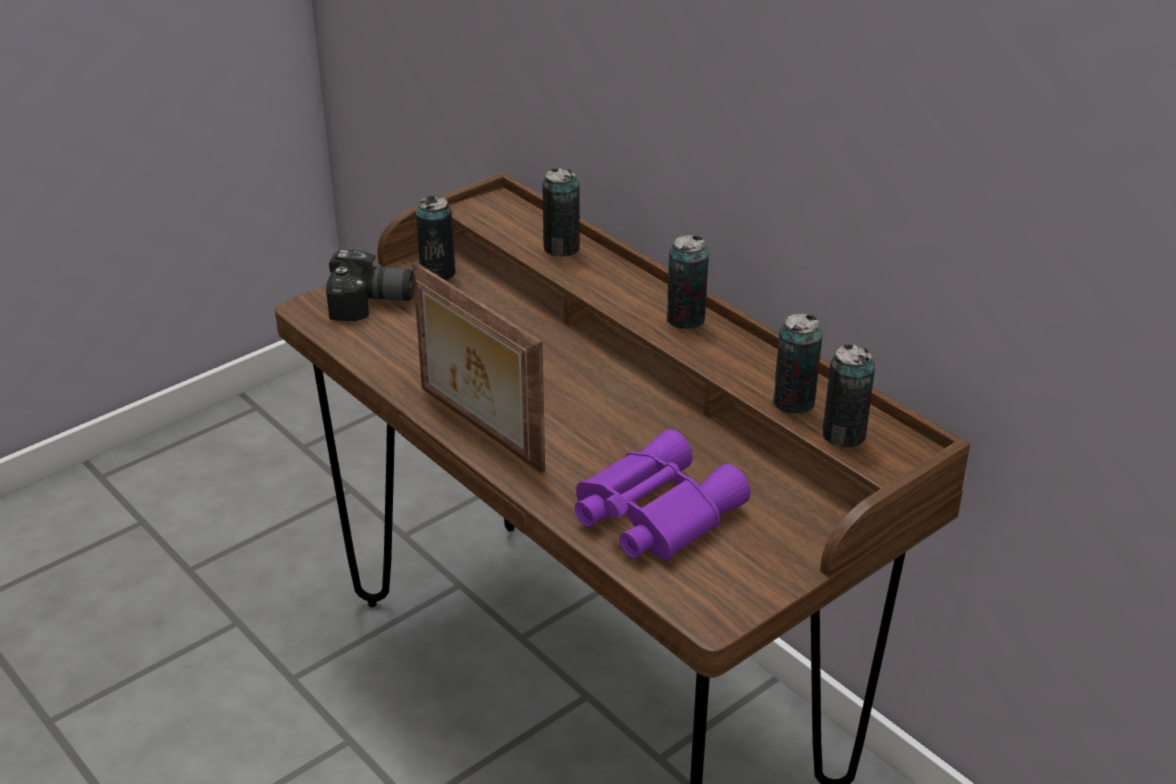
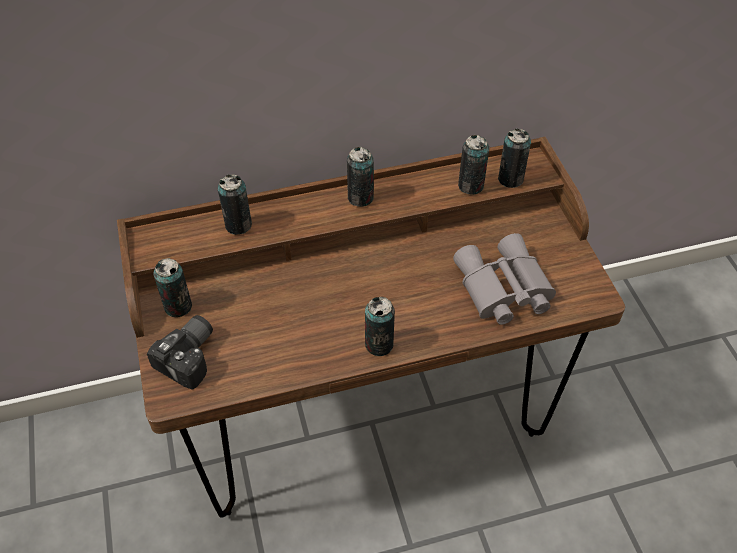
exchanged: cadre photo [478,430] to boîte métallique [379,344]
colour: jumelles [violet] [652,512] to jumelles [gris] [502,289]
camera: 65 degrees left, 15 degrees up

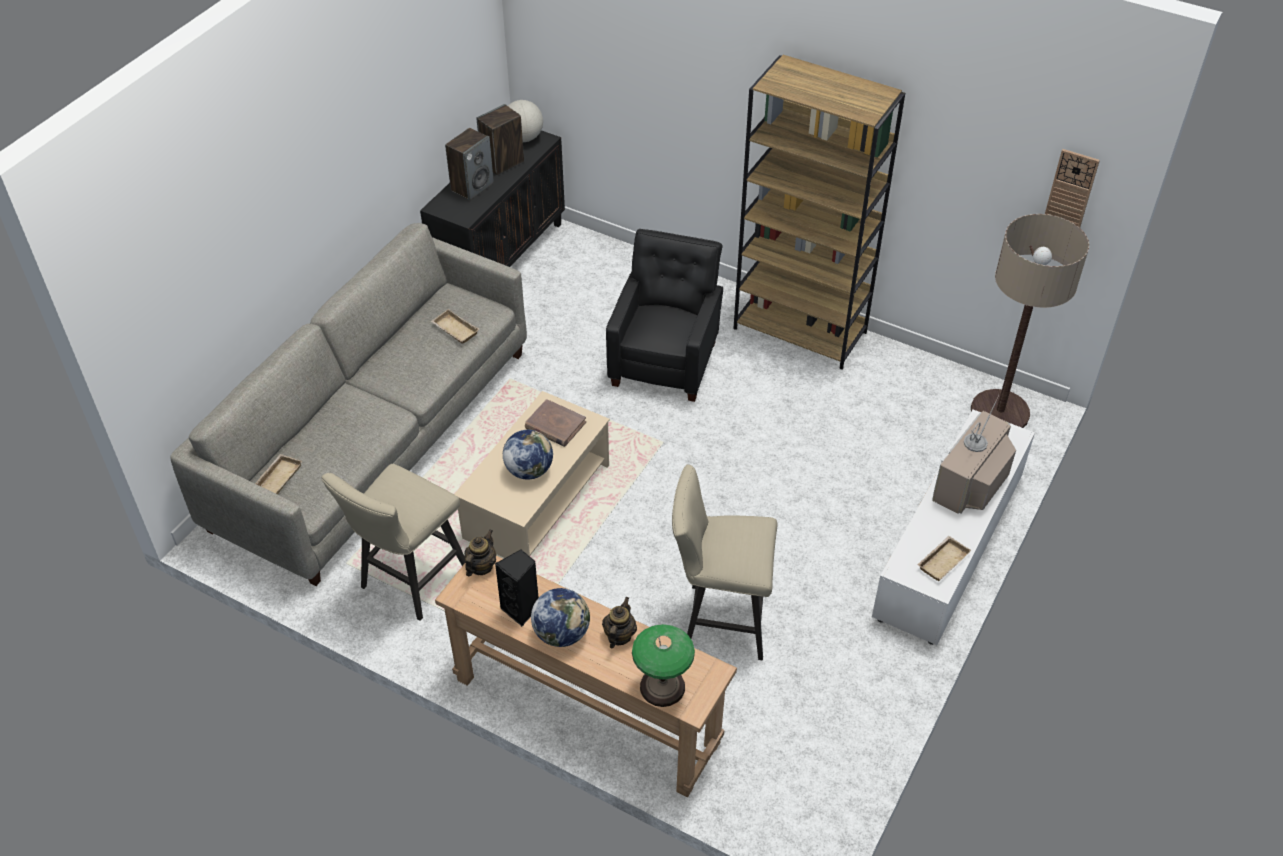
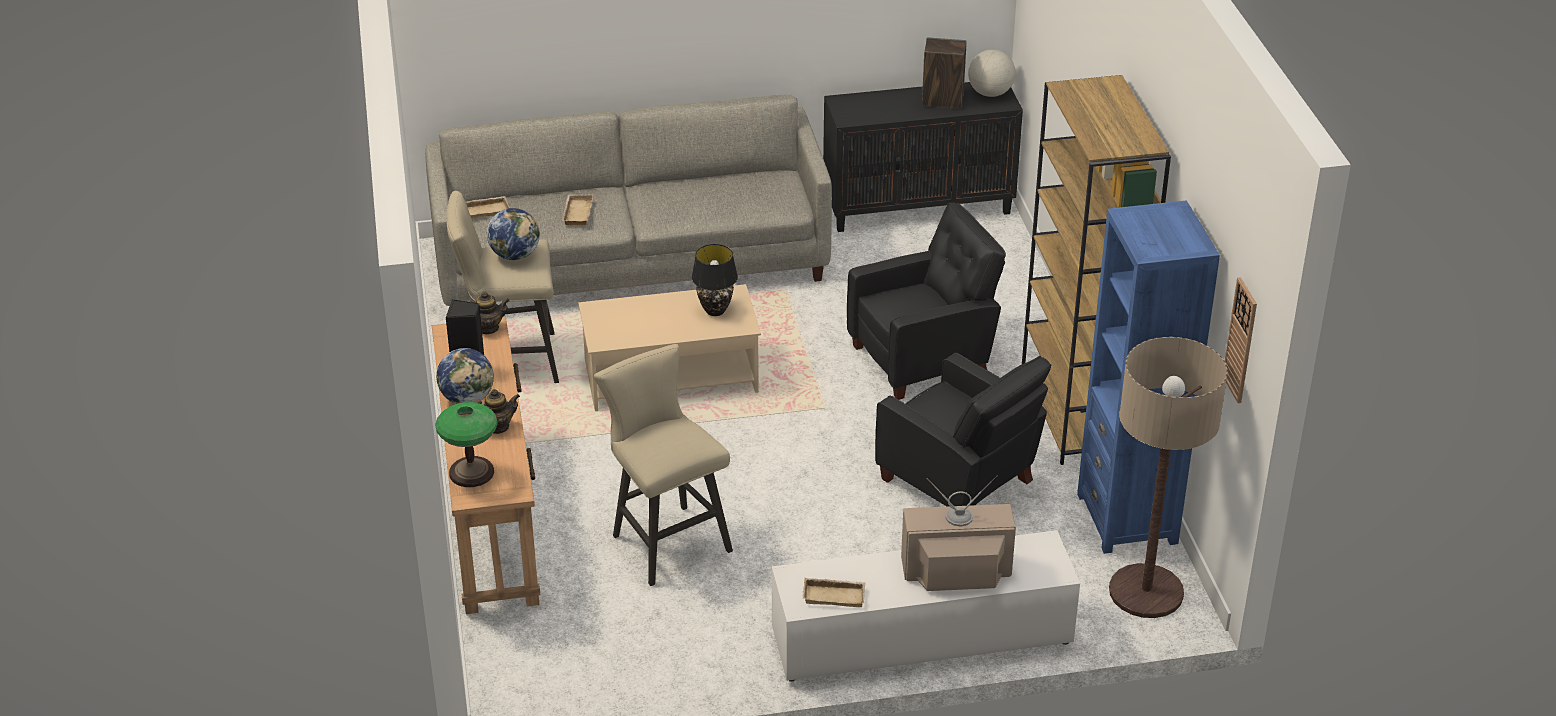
missing: enceinte [472,187]
appeared: fauteuil [noir] [960,482]; bibliothèque [bleu] [1127,519]
relocated: globe [529,470] to [515,255]; plateau [beige] [454,330] to [576,212]
exchanged: livre [marron] [555,425] to lampe de table [noir] [715,310]
camera: 50 degrees right, 10 degrees down

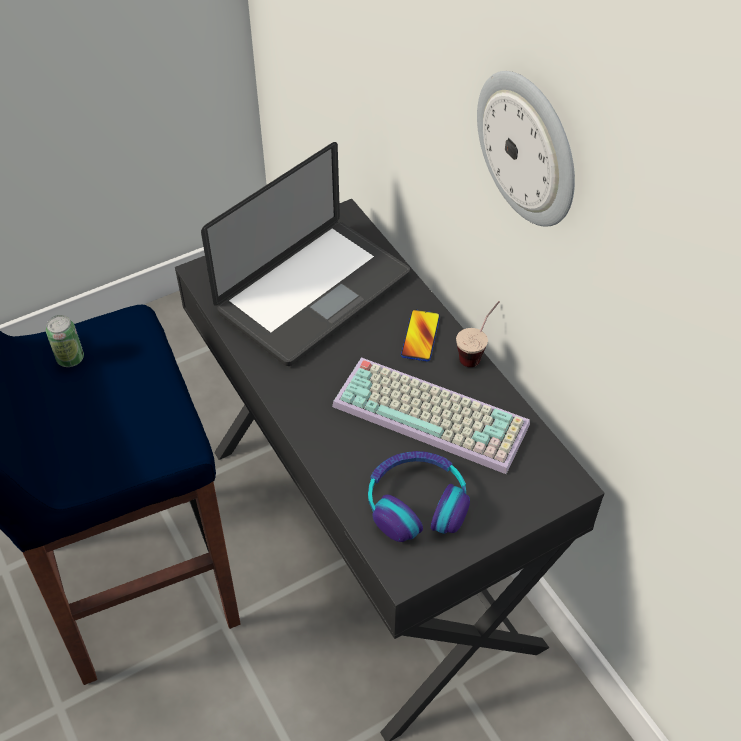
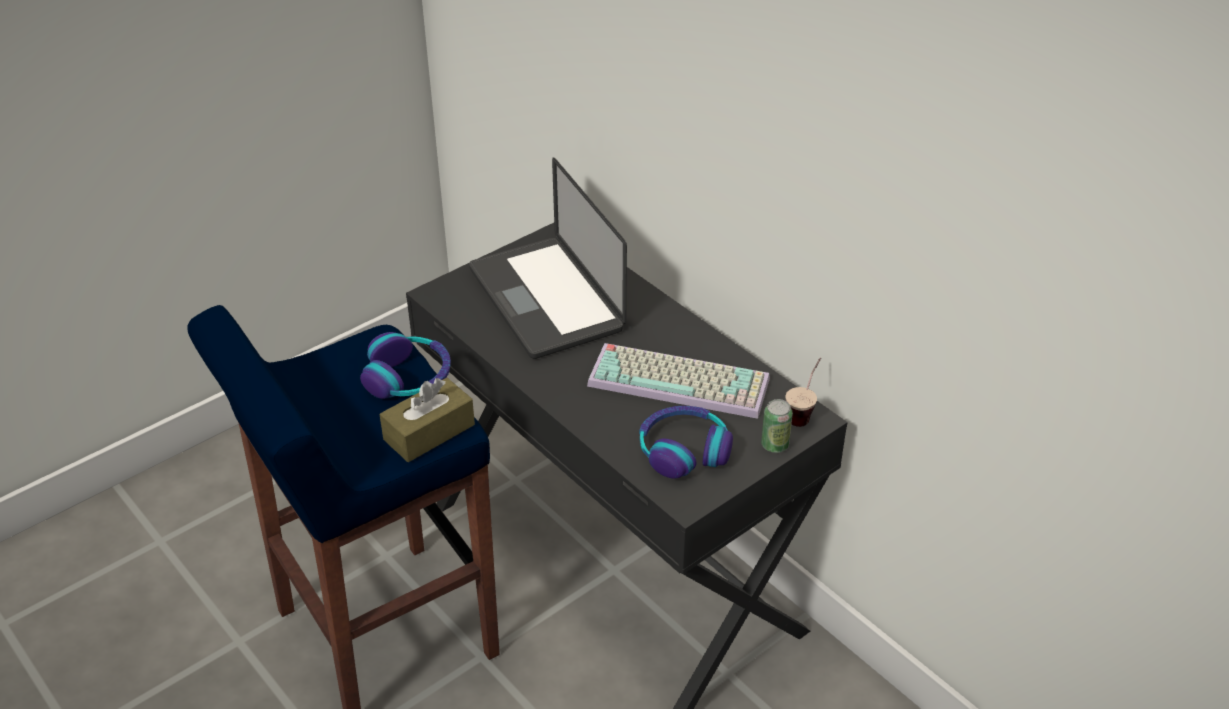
missing: téléphone [420,336]; horloge murale [528,148]
appeared: casque audio [408,377]; boîte à mouchoirs [marron] [429,432]
relocated: boîte métallique [70,358] to [774,445]; tasse [477,352] to [803,412]
spun: ordinateur portable [314,293] = [545,299] 120 degrees clockwise
camera: 10 degrees left, 10 degrees down

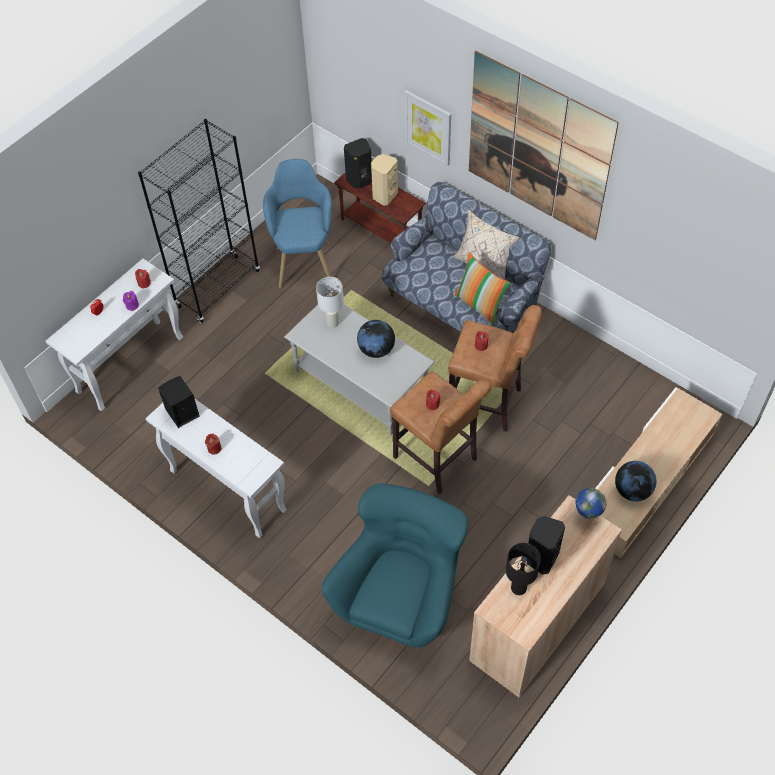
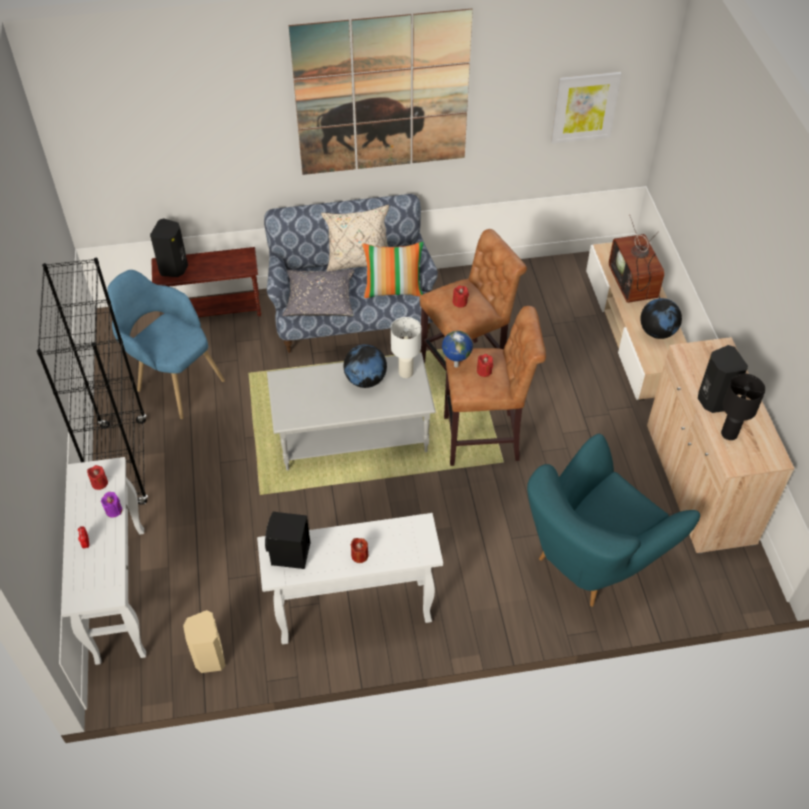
appeared: coussin [gris] [320,300]; téléviseur [635,285]
relocated: enceinte [beige] [384,195] to [209,658]; lampe de table [blanc] [333,322] to [406,372]; globe [586,516] to [455,365]; tableau [428,127] to [584,107]
spun: fauteuil [turquoise] [401,597] = [593,558] 105 degrees counterclockwise
camera: 50 degrees left, 5 degrees down

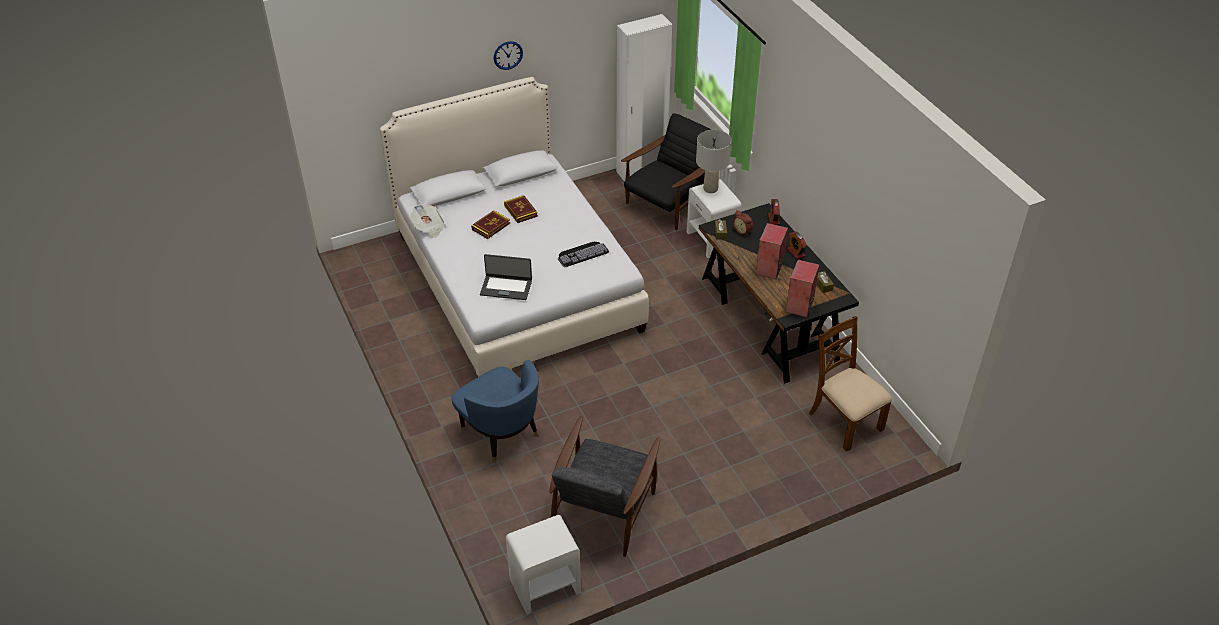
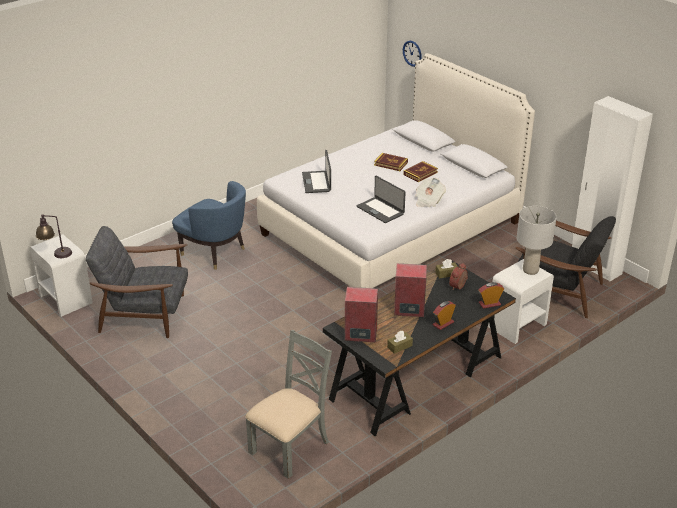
appeared: lampe de table [56,255]
relocated: horloge murale [508,55] to [412,53]; journal [429,228] to [428,200]
exchanged: clavier [582,253] to ordinateur portable [380,210]
colour: chaise [marron] [844,421] to chaise [gris] [290,447]
spun: fauteuil [bleu] [501,433] = [214,252] 90 degrees counterclockwise
camera: 75 degrees right, 10 degrees down

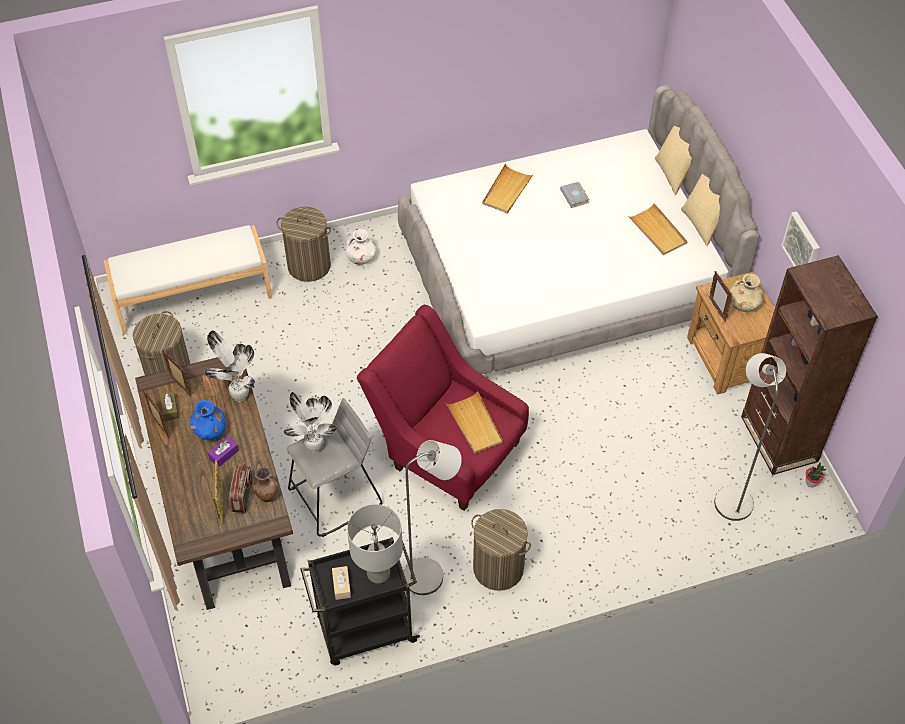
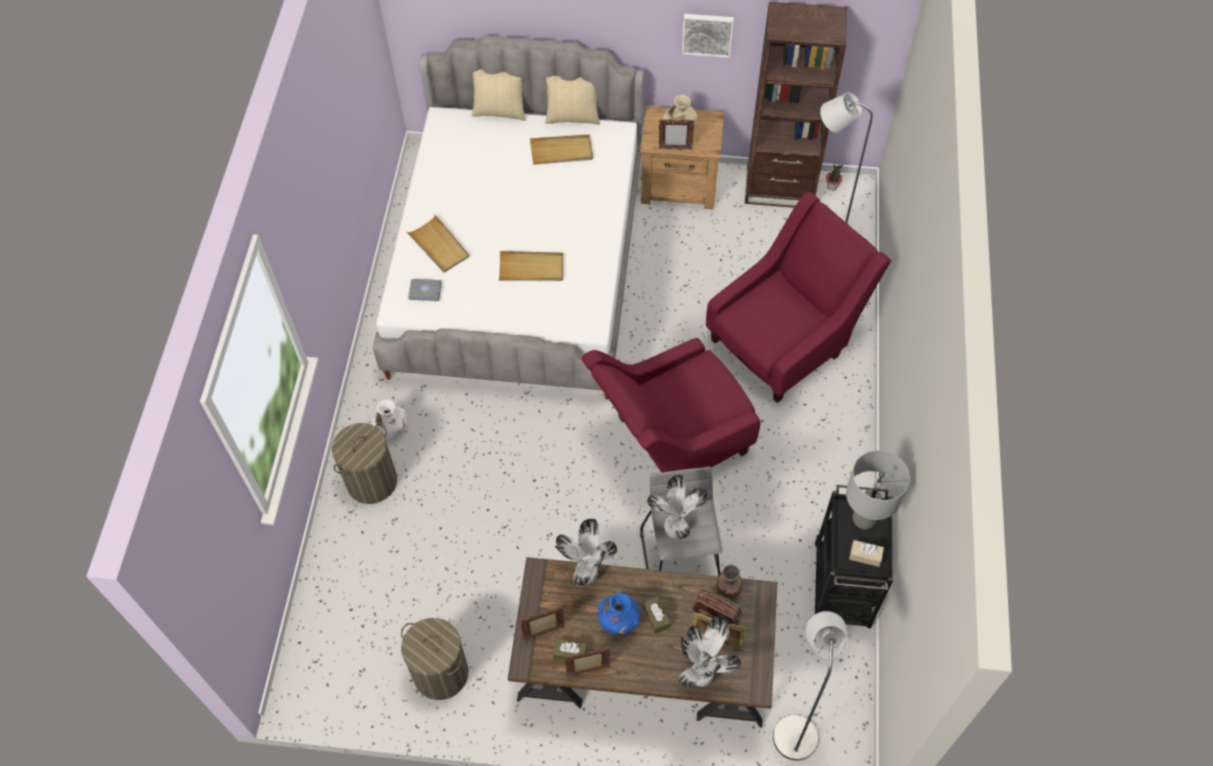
missing: banc [blanc] [193,296]; panier à linge [498,568]
appeared: plante en pot [702,676]; fauteuil [rouge] [783,341]
relocated: livre [gris] [575,196] to [426,291]; plateau [beige] [475,424] to [531,268]; lampadaire [gris] [431,574] to [795,728]
colour: boîte à mouchoirs [violet] [224,454] to boîte à mouchoirs [marron] [656,617]
camera: 65 degrees left, 5 degrees up

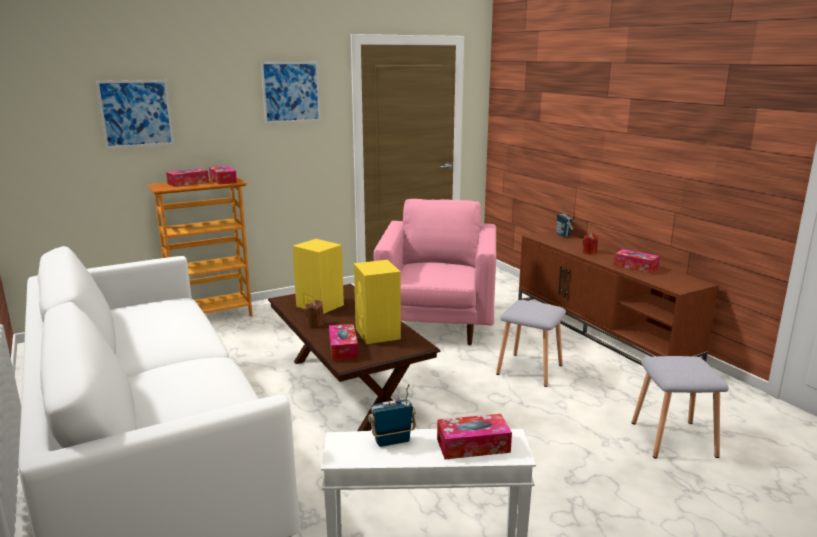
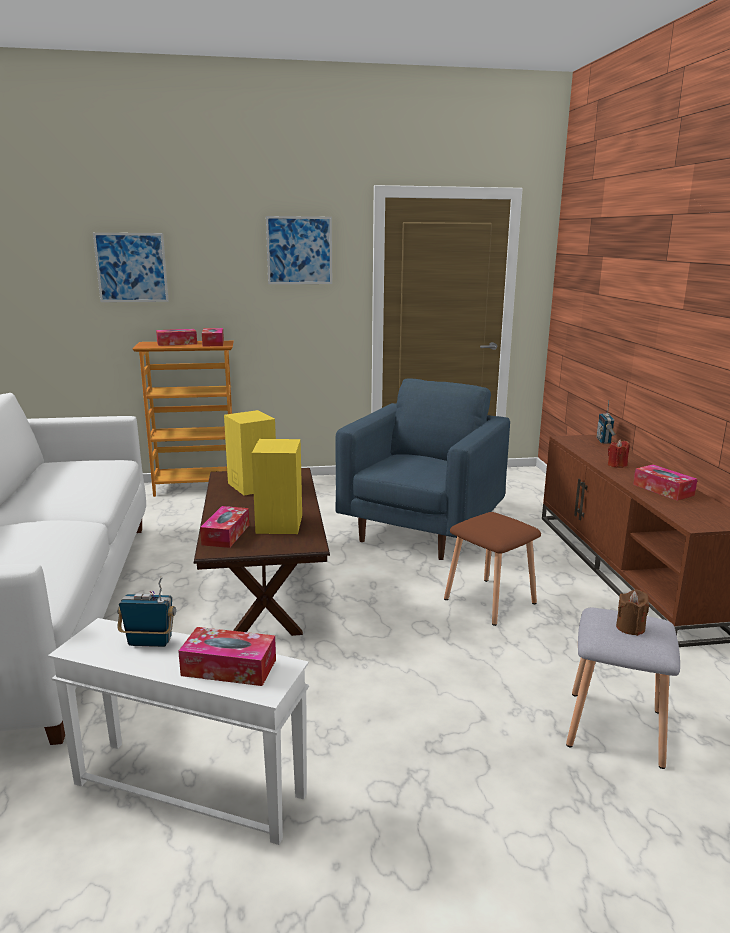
relocated: bougie [marron] [315,324] to [630,628]
colour: fauteuil [rose] [437,324] to fauteuil [bleu] [421,531]; tabouret [gris] [530,369] to tabouret [marron] [491,601]
camera: 20 degrees right, 0 degrees up

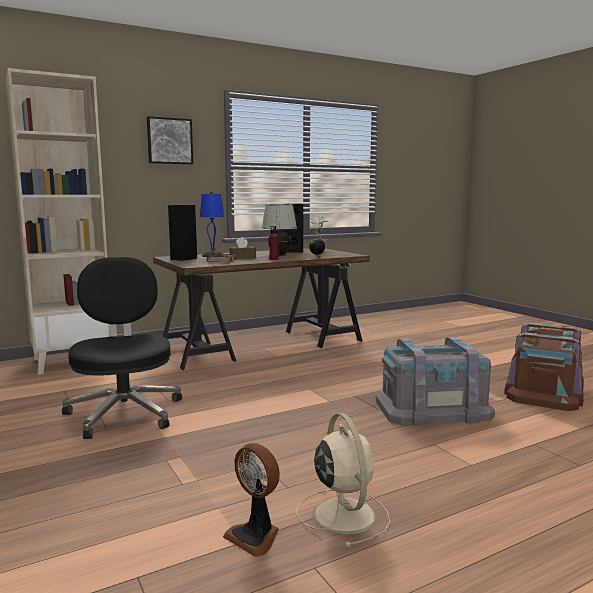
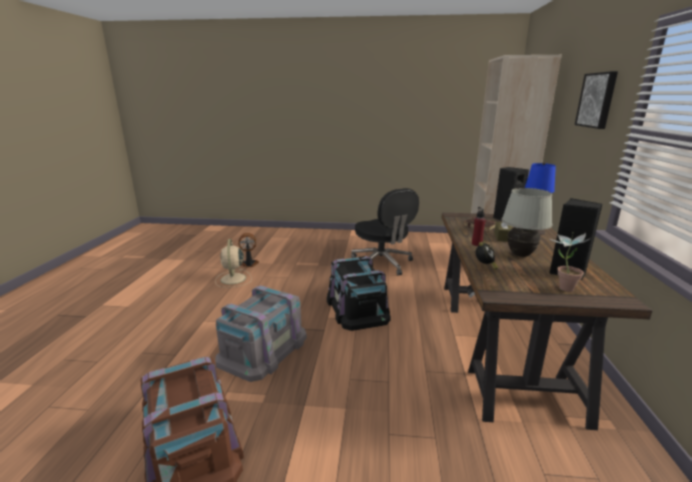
appeared: boîte de rangement [noir] [357,308]
spun: ventilateur [beige] [343,513] = [233,279] 60 degrees clockwise; chaise de bureau [noir] [125,412] = [382,263] 45 degrees clockwise
camera: 125 degrees right, 10 degrees up

